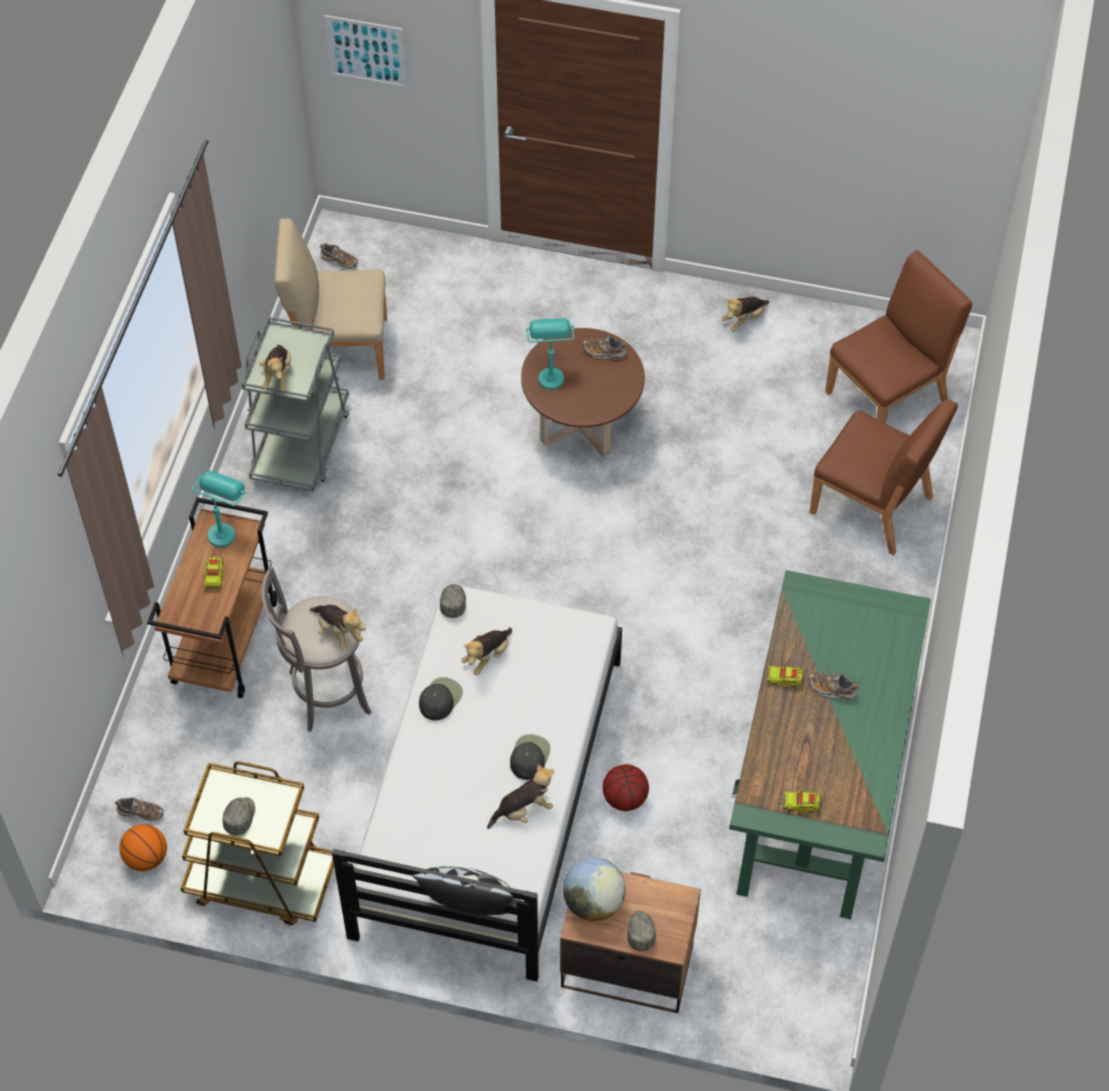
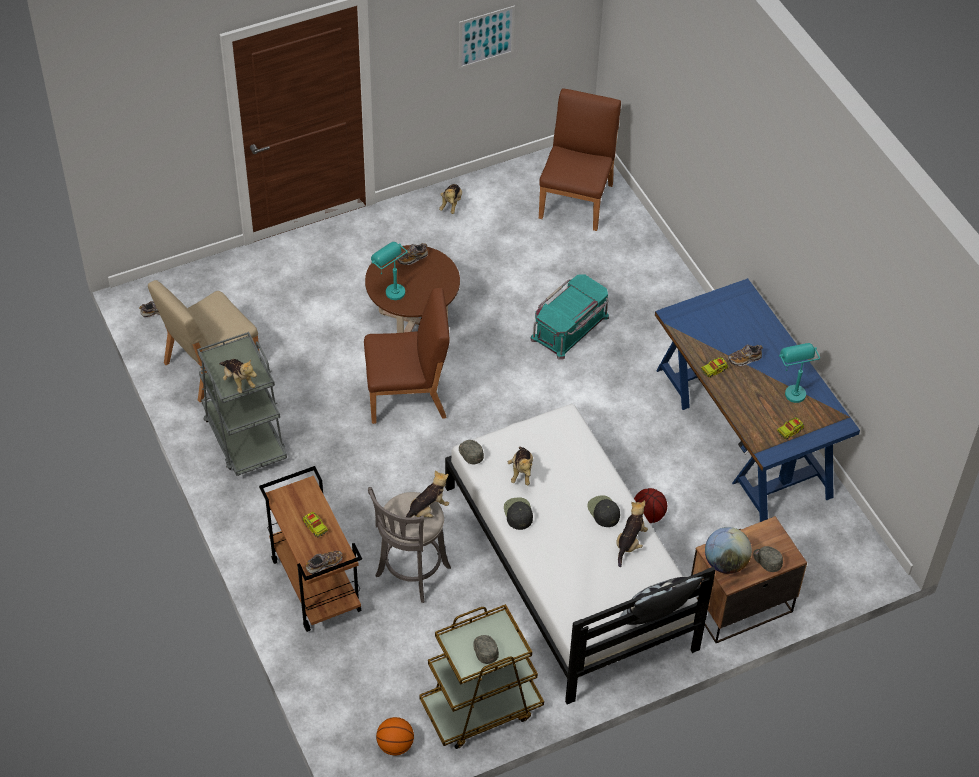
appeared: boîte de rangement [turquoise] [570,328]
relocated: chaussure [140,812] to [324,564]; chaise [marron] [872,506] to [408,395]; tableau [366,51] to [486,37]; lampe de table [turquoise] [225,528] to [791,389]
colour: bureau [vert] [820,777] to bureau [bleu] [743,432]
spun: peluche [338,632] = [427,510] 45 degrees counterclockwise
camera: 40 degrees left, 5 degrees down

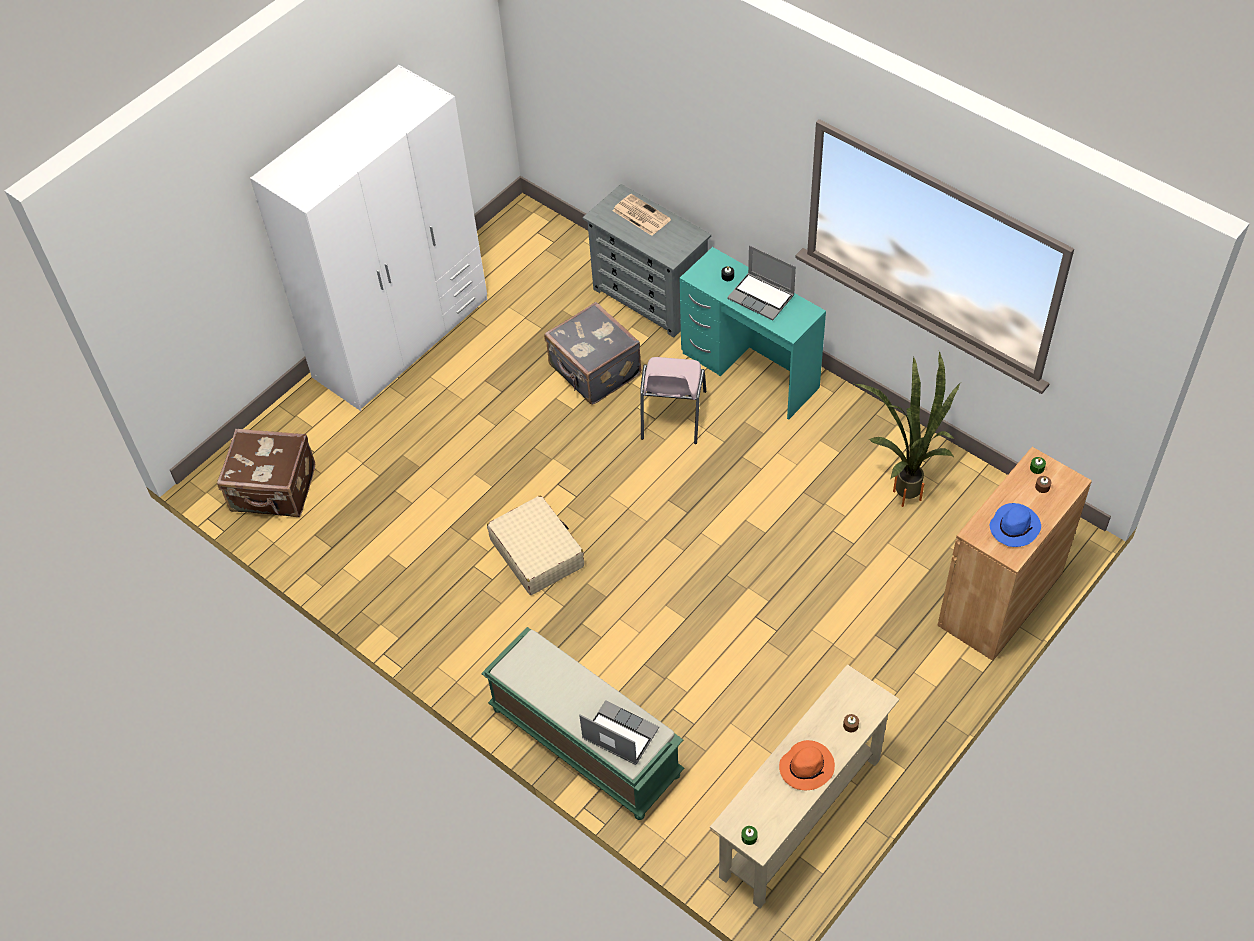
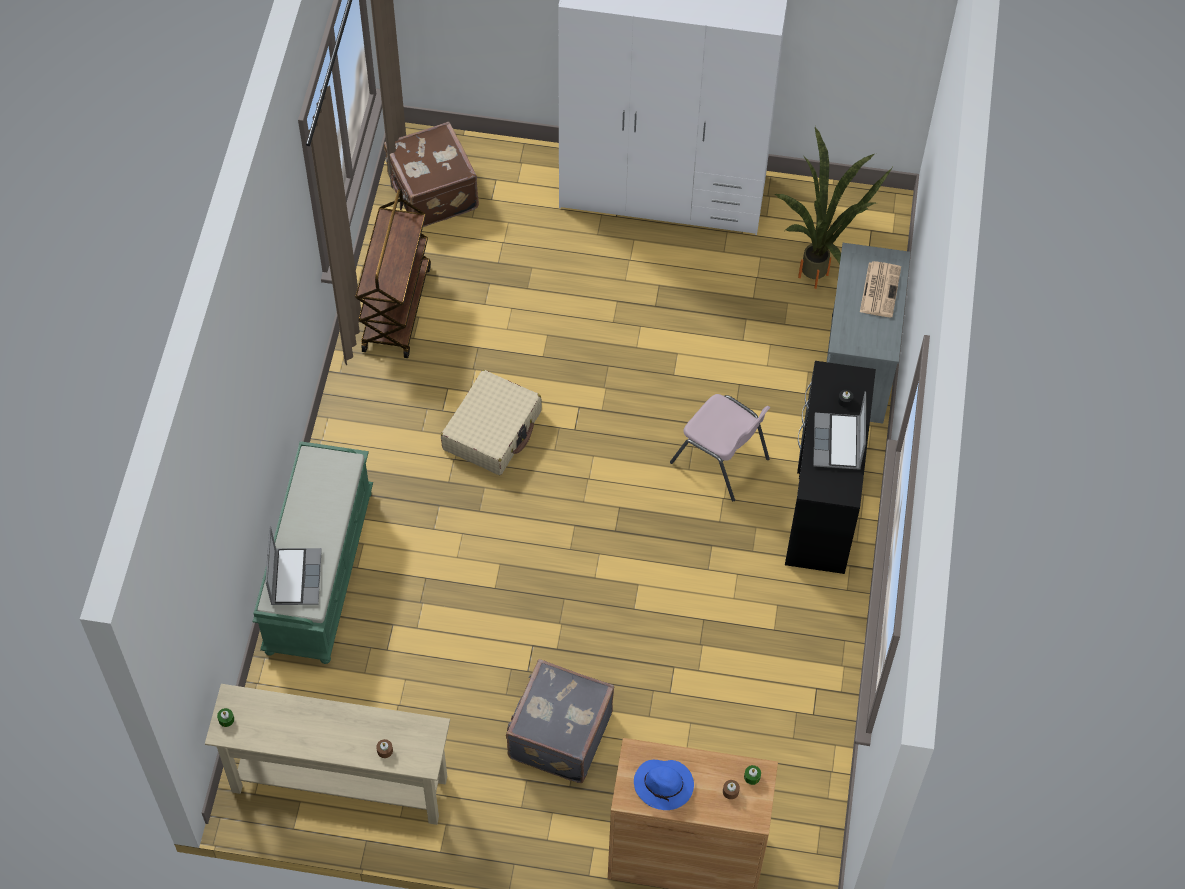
missing: chapeau [orange] [807,766]
appeared: chariot [marron] [396,308]
relocated: valise [gris] [594,371] to [558,735]; plante en pot [905,488] to [820,272]
colour: bureau [turquoise] [750,370] to bureau [noir] [823,502]
spun: chaise [rose] [672,416] = [721,461] 120 degrees counterclockwise
camera: 55 degrees right, 5 degrees up

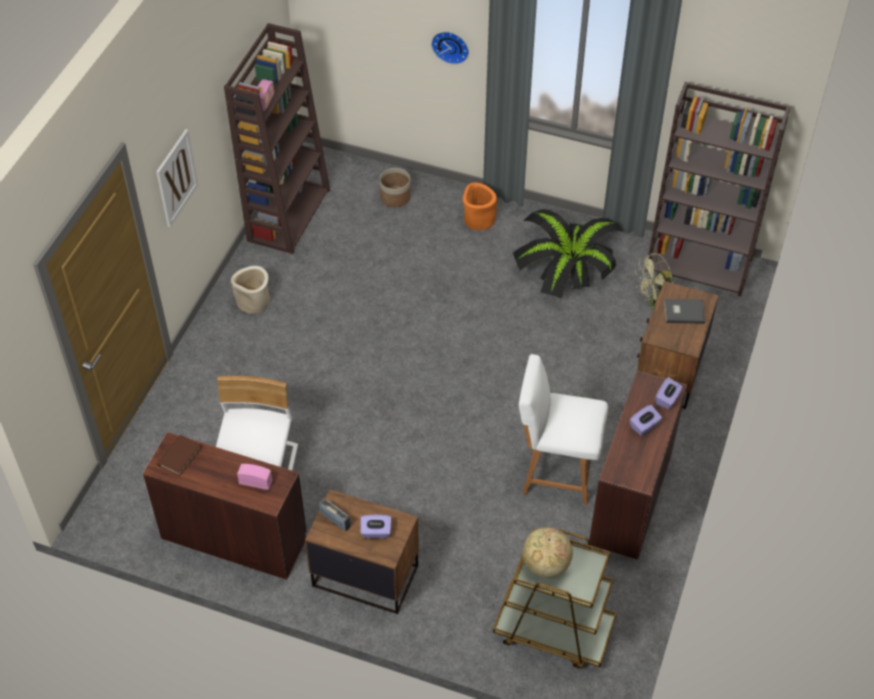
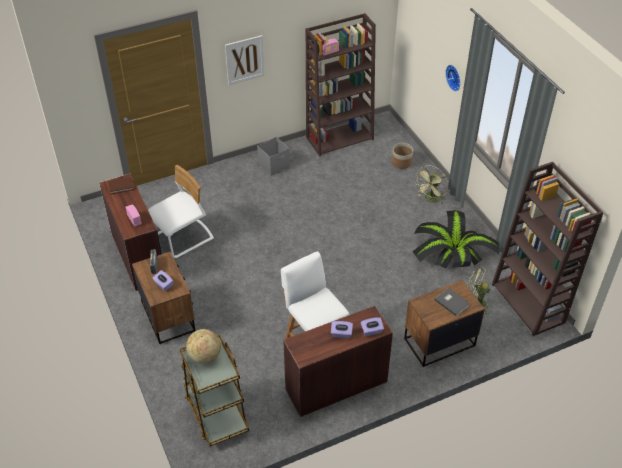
exchanged: cache-pot [beige] [253,303] to boîte de rangement [gris] [274,165]; cache-pot [orange] [478,220] to ventilateur [vert] [431,199]
camera: 45 degrees right, 5 degrees down

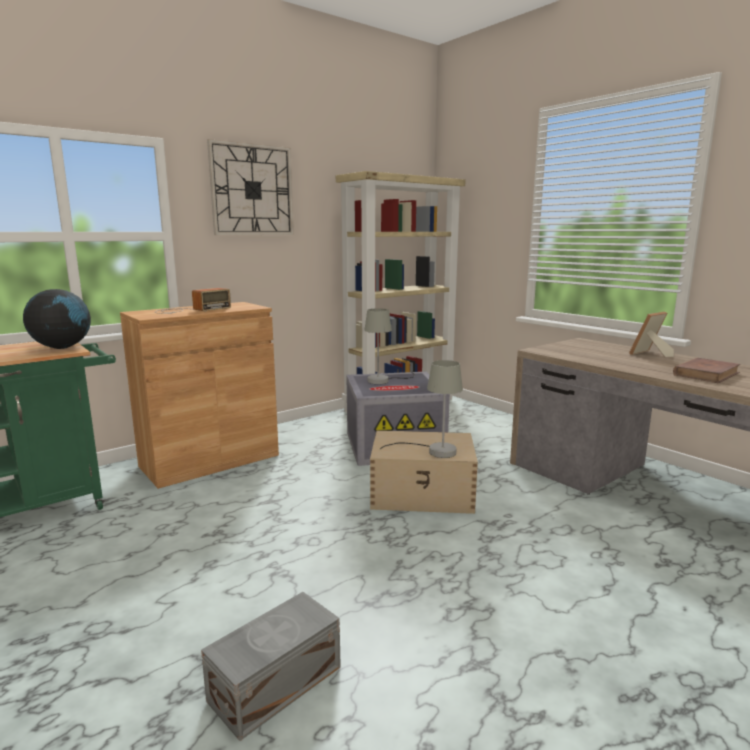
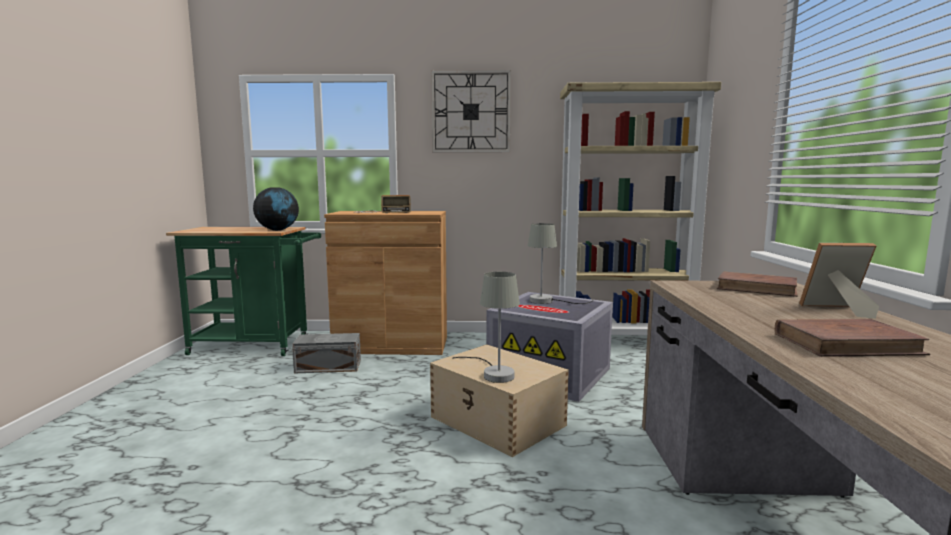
appeared: livre [marron] [757,288]
relocated: boîte de rangement [gris] [273,683] to [327,366]
camera: 40 degrees right, 5 degrees down

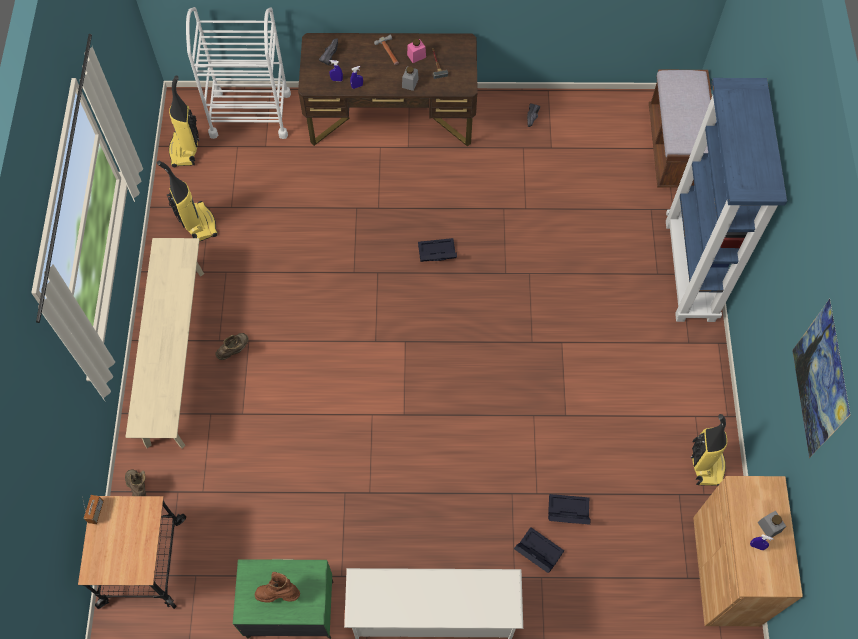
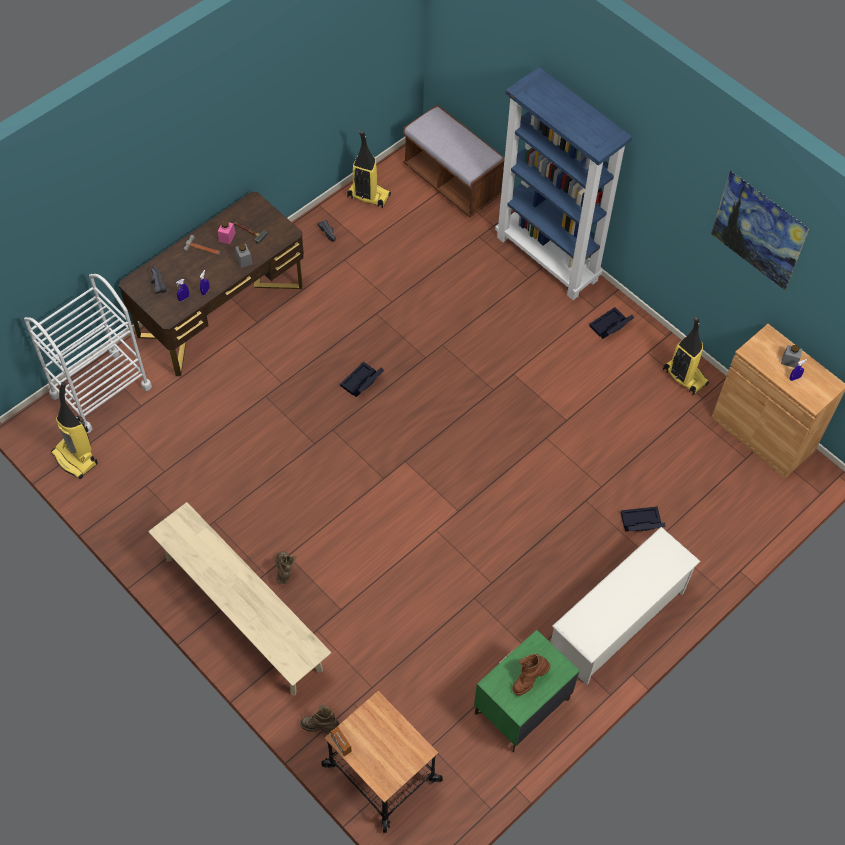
relocated: aspirateur [198,223] to [368,196]; boîte de rangement [noir] [567,512] to [610,327]
camera: 45 degrees left, 5 degrees down

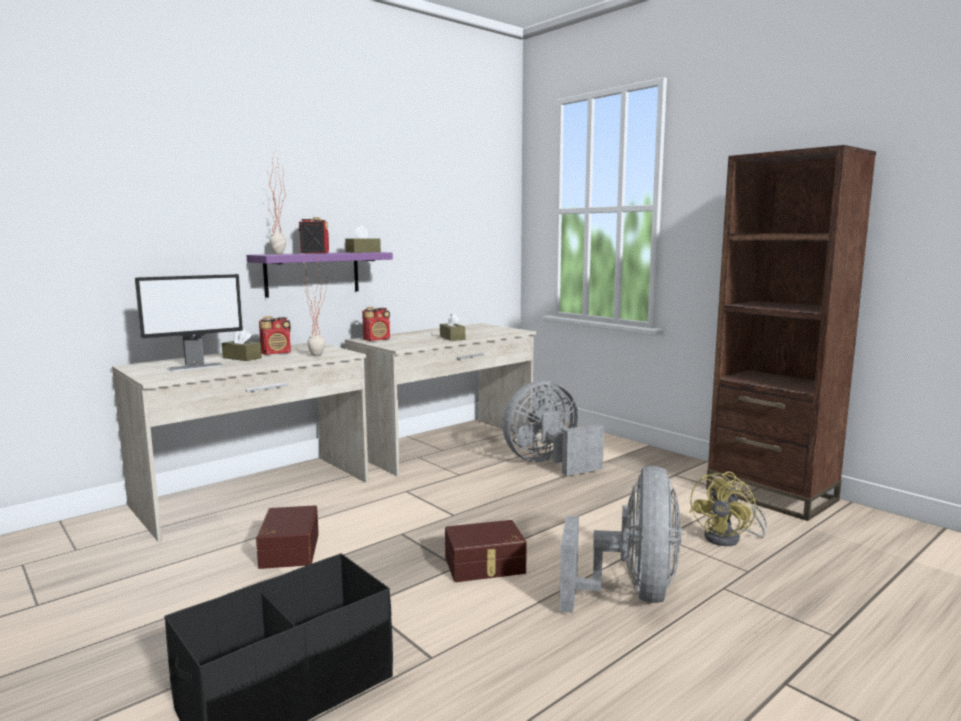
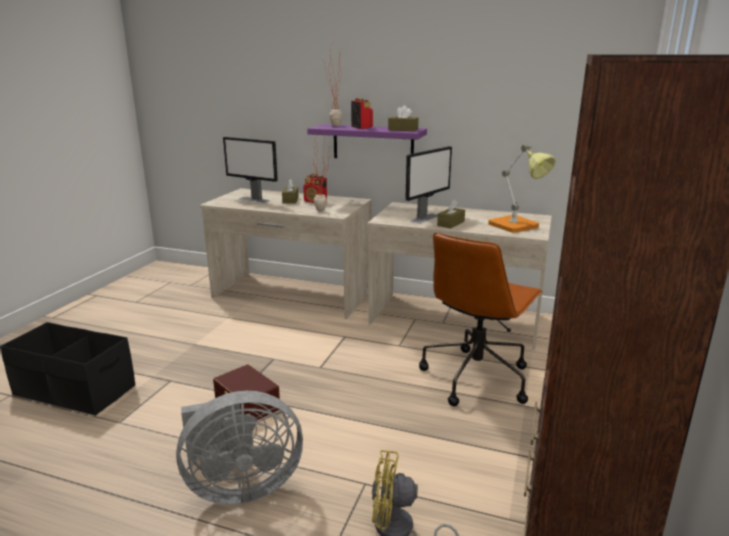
missing: boîte de rangement [marron] [288,550]; radio [377,339]
appeared: écran d'ordinateur [426,218]; lampe de table [518,227]
exchanged: ventilateur [gris] [548,463] to chaise de bureau [marron] [476,377]
camera: 60 degrees right, 10 degrees up

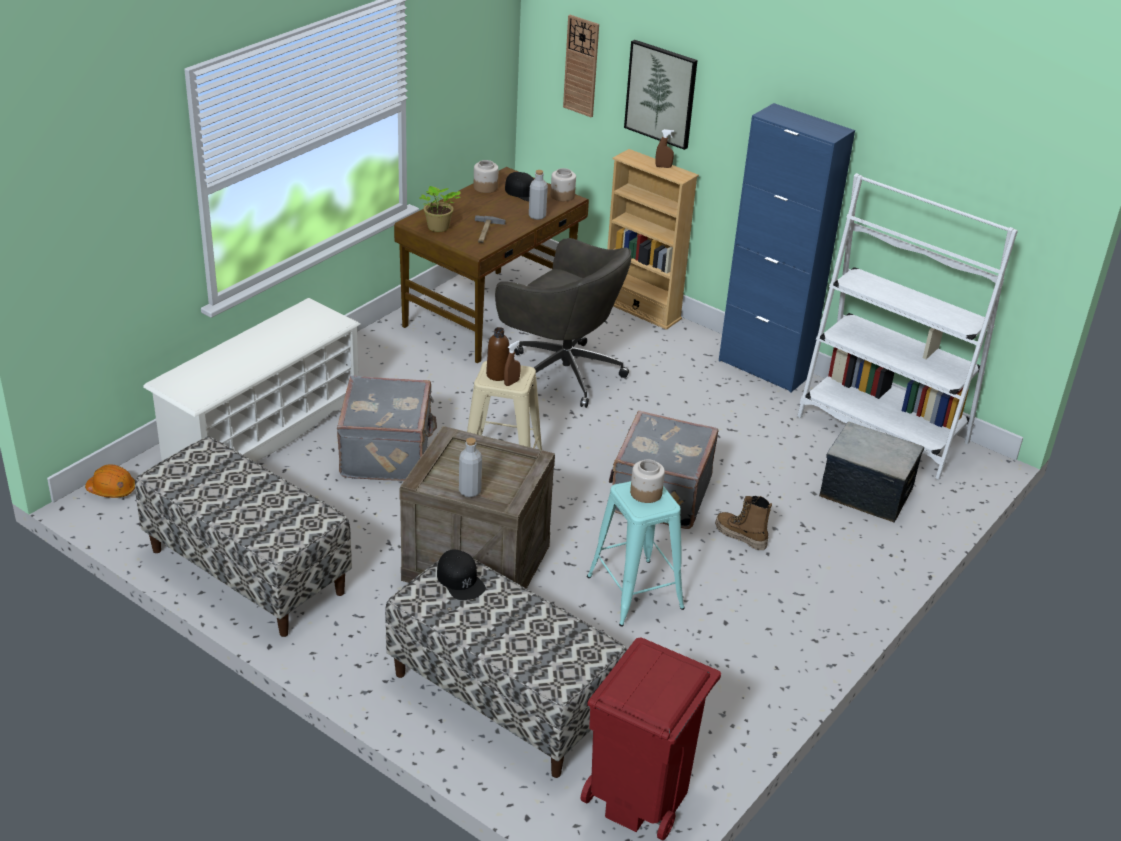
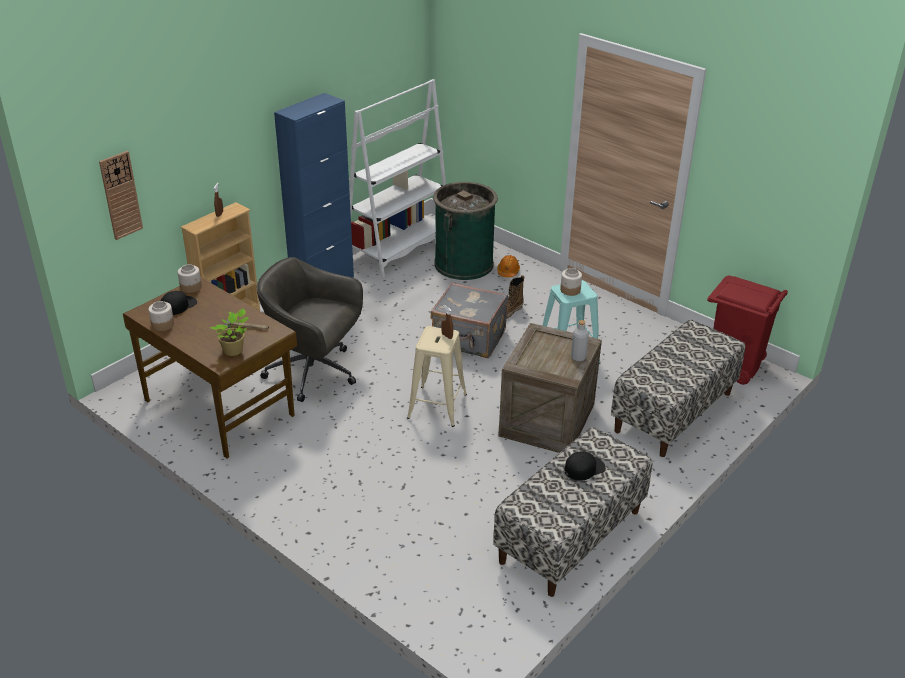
missing: étagère à chaussures [blanc] [263,433]; valise [gris] [388,453]; bouteille [marron] [497,375]; bouteille [gris] [537,216]; tableau [661,94]
relocated: casque de chantier [orange] [112,490] to [508,271]; casquette [noir] [460,580] to [584,468]
exchanged: boîte de rangement [866,492] to poubelle [vert] [463,264]
spun: chaise de bureau [gris] [561,372] = [314,373] 105 degrees counterclockwise
camera: 85 degrees left, 0 degrees up

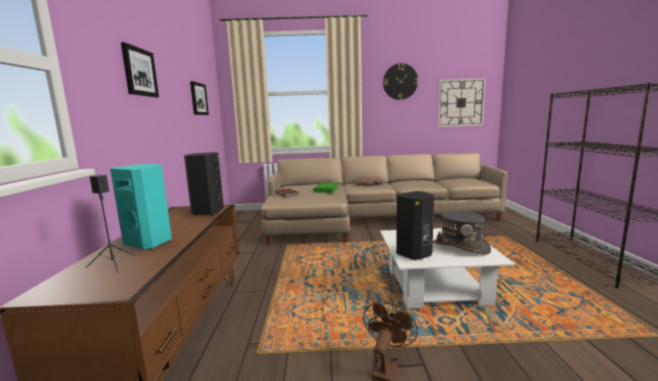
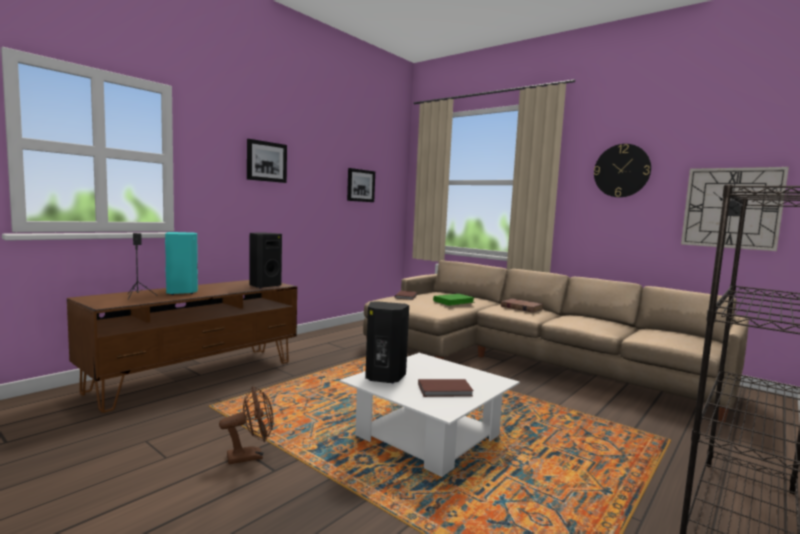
exchanged: chapeau [gris] [460,247] to livre [marron] [445,390]
camera: 40 degrees right, 5 degrees down

